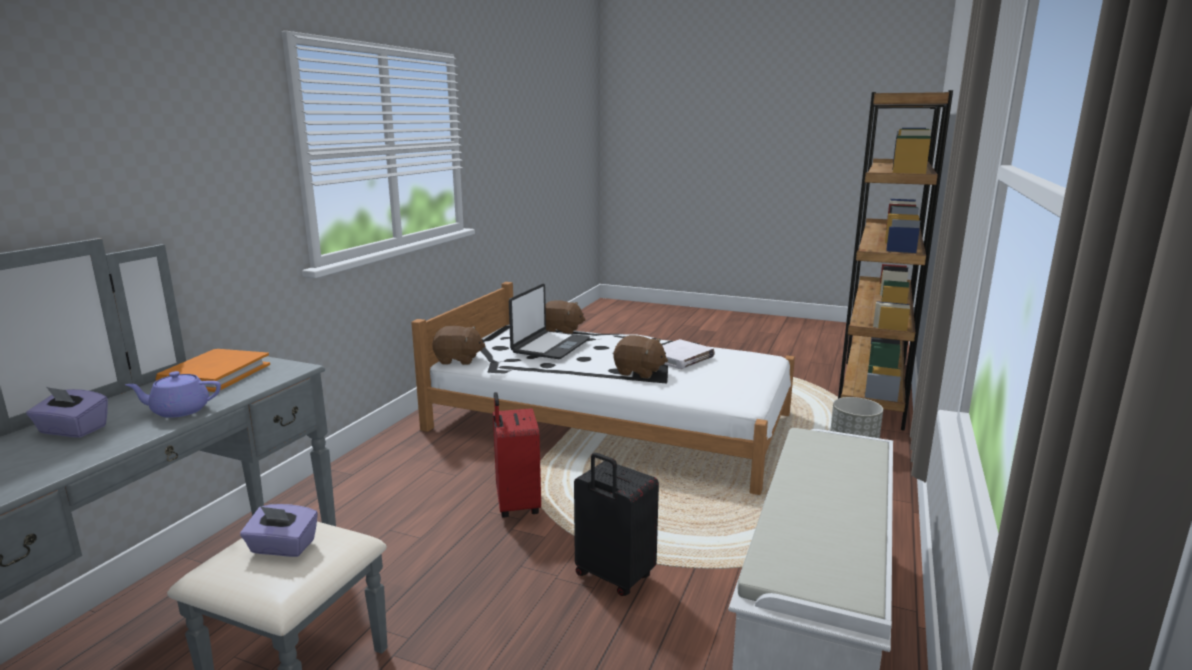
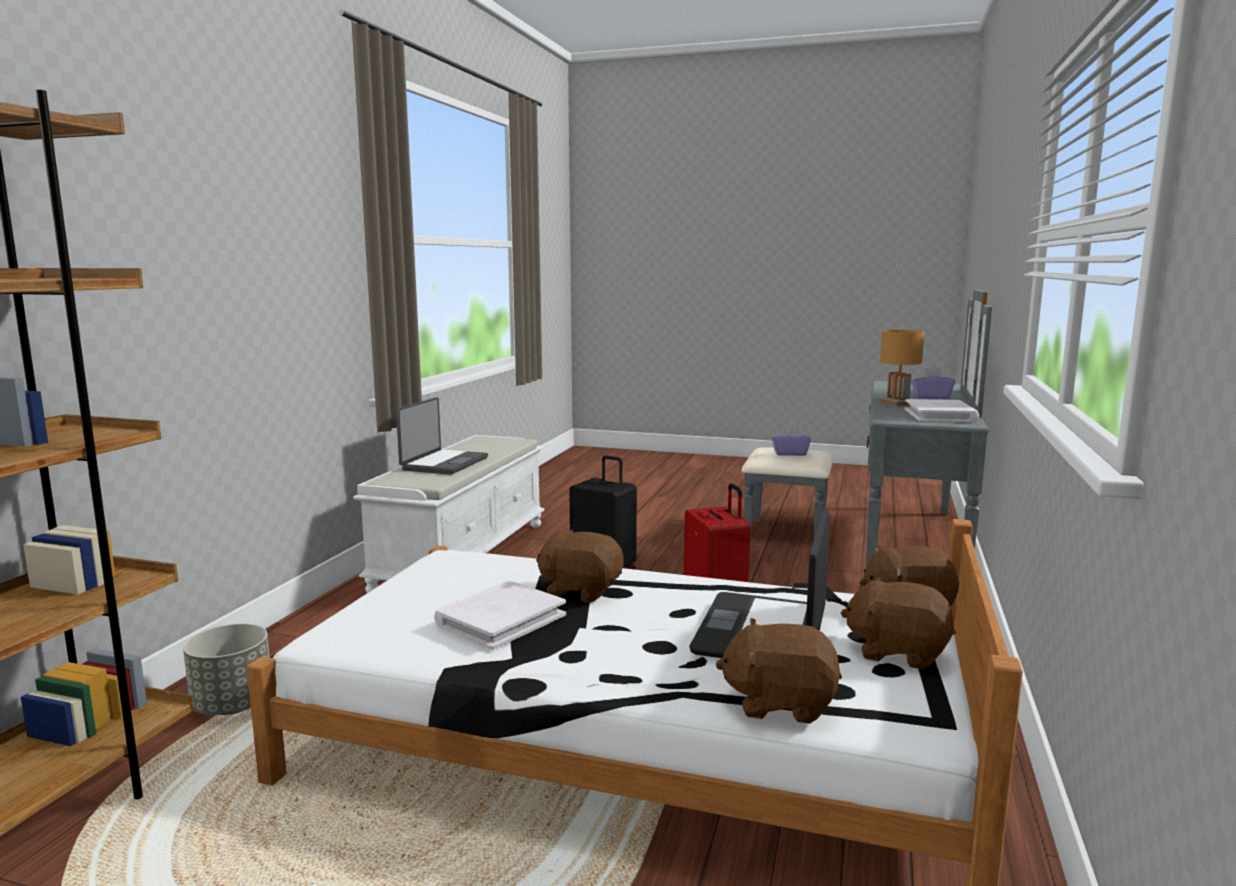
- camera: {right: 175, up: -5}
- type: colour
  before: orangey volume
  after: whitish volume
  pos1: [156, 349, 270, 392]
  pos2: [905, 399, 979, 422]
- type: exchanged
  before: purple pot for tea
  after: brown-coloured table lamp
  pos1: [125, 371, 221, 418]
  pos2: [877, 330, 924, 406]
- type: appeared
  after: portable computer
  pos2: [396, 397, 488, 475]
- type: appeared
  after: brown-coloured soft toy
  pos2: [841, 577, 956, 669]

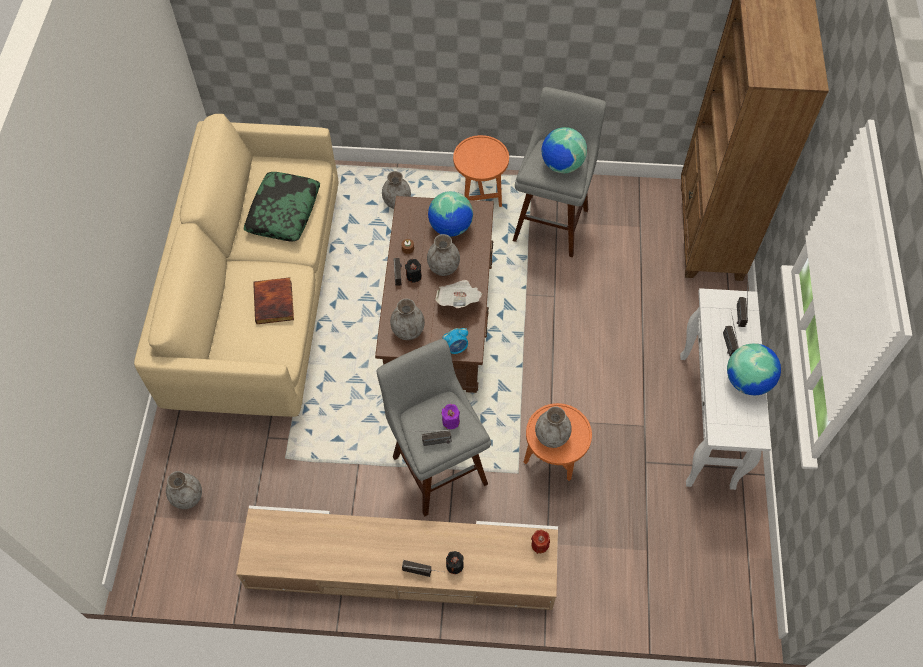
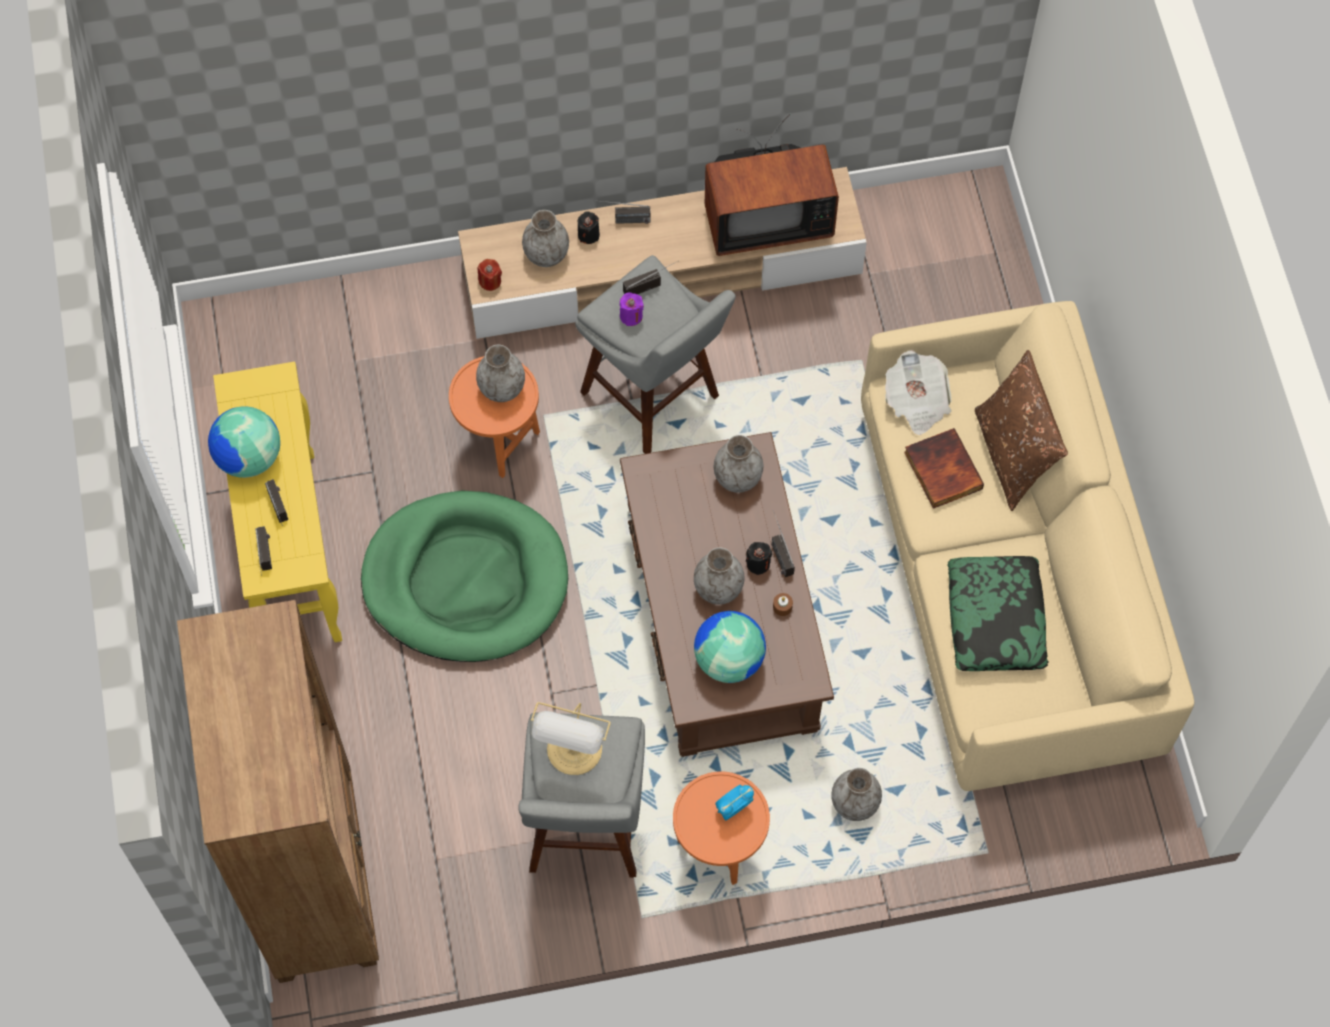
- camera: {right: 165, up: 5}
- type: exchanged
  before: globe
  after: table lamp
  pos1: [542, 127, 587, 173]
  pos2: [530, 702, 611, 775]
- type: relocated
  before: printed paper
  pos1: [435, 280, 483, 308]
  pos2: [885, 350, 952, 435]
- type: colour
  before: whitish narrow table
  after: yellowish narrow table
  pos1: [680, 288, 771, 490]
  pos2: [213, 362, 342, 642]
- type: relocated
  before: alarm clock
  pos1: [442, 328, 468, 354]
  pos2: [715, 785, 754, 821]
- type: relocated
  before: gray decorative vase
  pos1: [166, 471, 202, 509]
  pos2: [522, 210, 569, 267]
- type: appeared
  after: TV
  pos2: [705, 114, 839, 256]
- type: appeared
  after: brown-coloured cushion
  pos2: [975, 350, 1068, 511]
- type: appeared
  after: green dog cushion
  pos2: [361, 491, 568, 662]

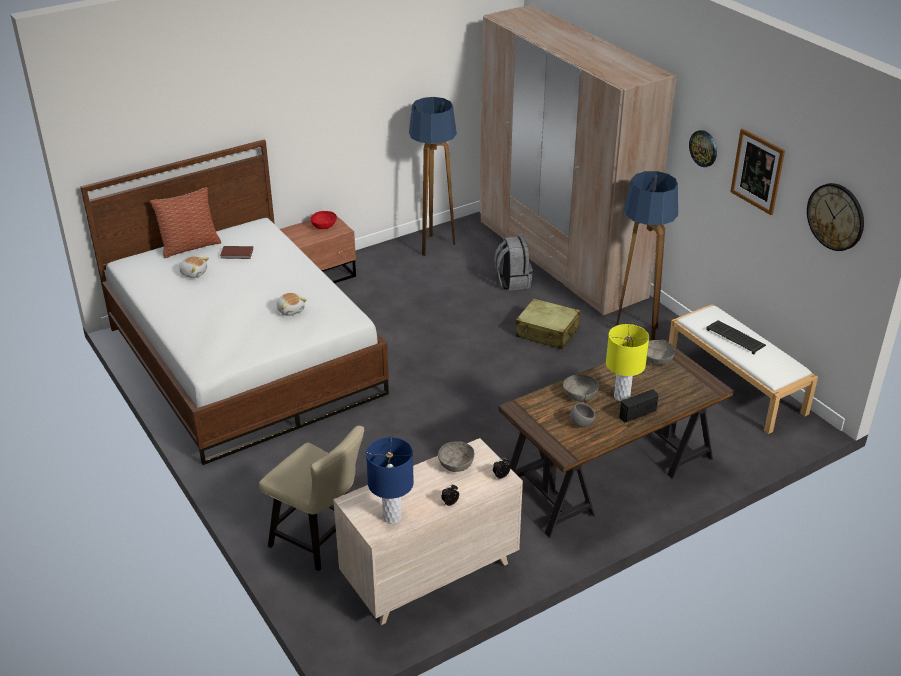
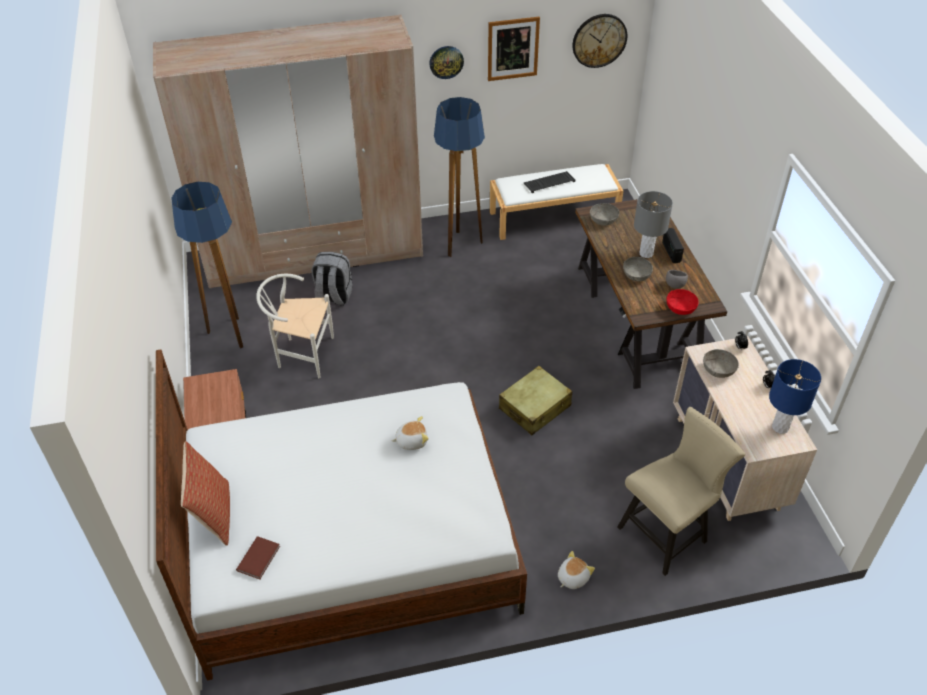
- camera: {right: -70, up: 10}
- type: relocated
  before: reddish serving bowl
  pos1: [311, 211, 337, 229]
  pos2: [666, 289, 699, 315]
- type: relocated
  before: brown-coloured volume
  pos1: [220, 246, 253, 259]
  pos2: [236, 536, 280, 579]
- type: relocated
  before: soft toy
  pos1: [179, 256, 209, 278]
  pos2: [558, 551, 595, 589]
- type: relocated
  before: beige piece of luggage
  pos1: [515, 298, 580, 349]
  pos2: [499, 366, 572, 435]
- type: colour
  before: yellowish table lamp
  after: gray table lamp
  pos1: [606, 324, 649, 401]
  pos2: [634, 191, 673, 258]
- type: appeared
  after: whitish upright chair
  pos2: [256, 274, 334, 378]

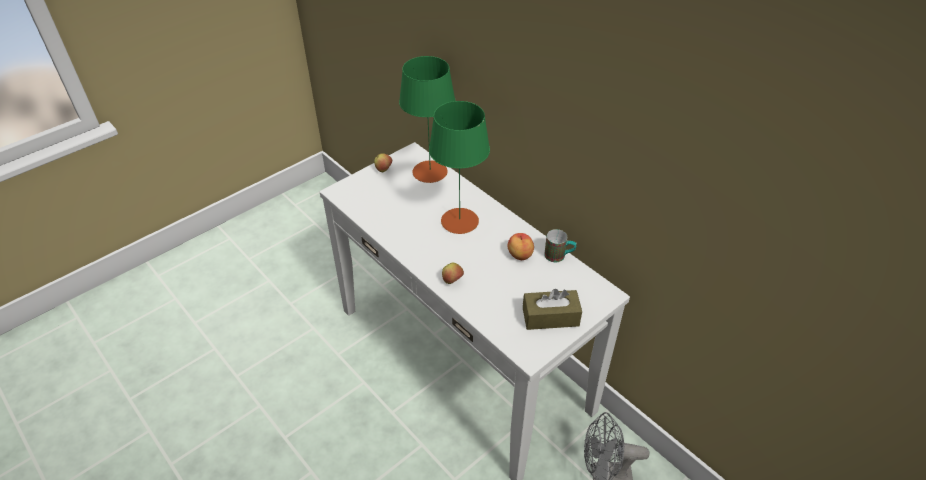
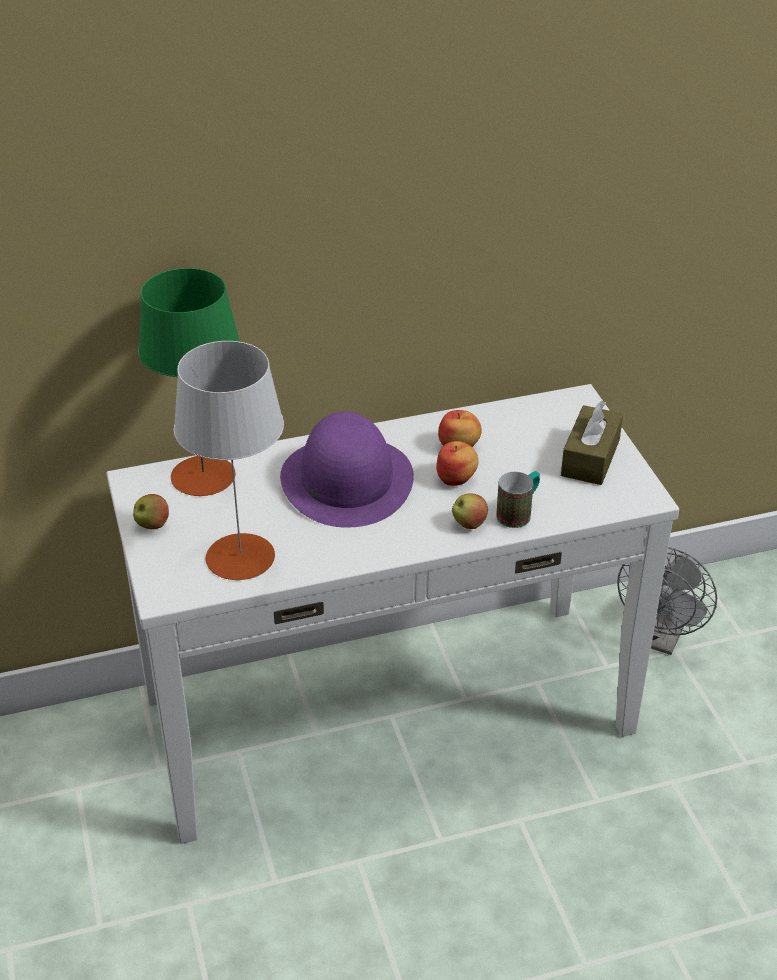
- camera: {right: -65, up: -5}
- type: exchanged
  before: green table lamp
  after: purple hat
  pos1: [429, 101, 490, 234]
  pos2: [280, 412, 414, 528]
- type: relocated
  before: tea mug
  pos1: [544, 229, 577, 262]
  pos2: [496, 471, 540, 528]
- type: appeared
  after: gray table lamp
  pos2: [174, 341, 284, 580]
- type: appeared
  after: apple fruit
  pos2: [436, 441, 479, 486]

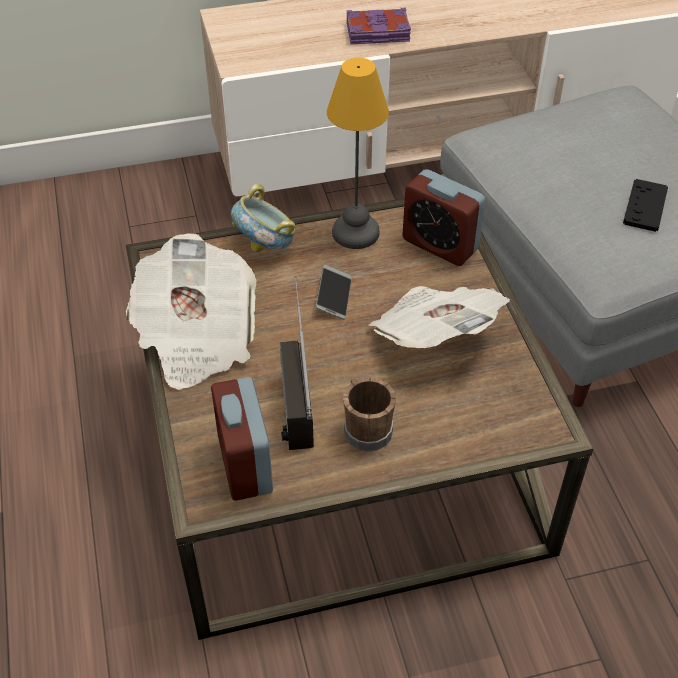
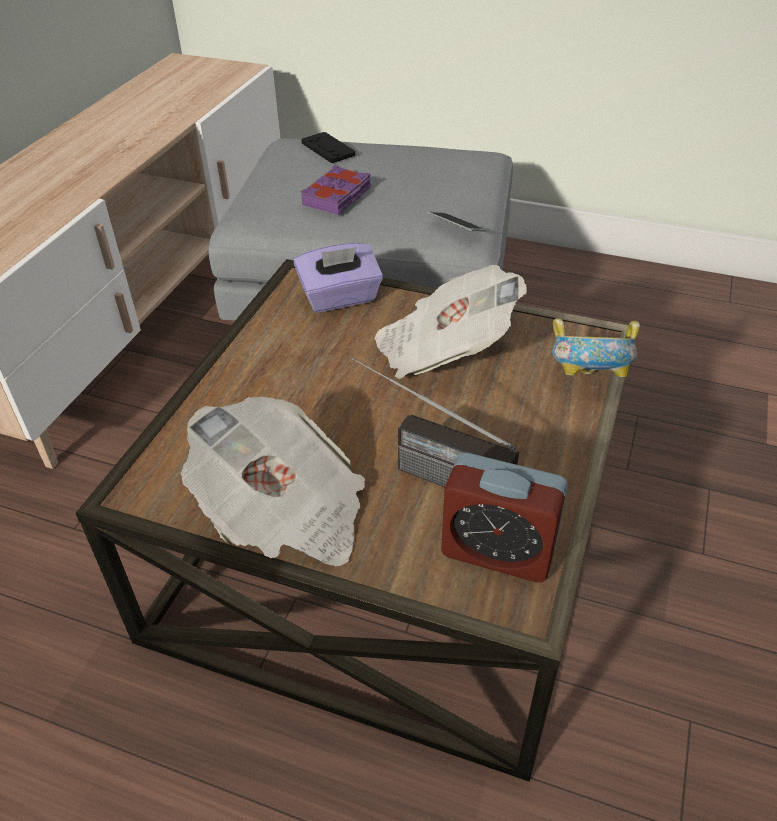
- camera: {right: -55, up: -5}
- type: relocated
  before: purple volume
  pos1: [347, 8, 411, 44]
  pos2: [301, 165, 371, 215]
- type: missing
  before: table lamp
  pos1: [327, 58, 389, 249]
- type: exchanged
  before: alarm clock
  after: purple box of tissues
  pos1: [403, 169, 486, 266]
  pos2: [293, 243, 383, 313]
- type: relocated
  before: black-coloured game controller
  pos1: [623, 179, 668, 232]
  pos2: [301, 132, 355, 163]
- type: relocated
  before: serving bowl
  pos1: [231, 184, 295, 252]
  pos2: [552, 318, 640, 377]
- type: relocated
  before: telephone
  pos1: [316, 265, 352, 320]
  pos2: [427, 211, 486, 231]
- type: missing
  before: brown-coloured tea mug
  pos1: [343, 377, 396, 452]

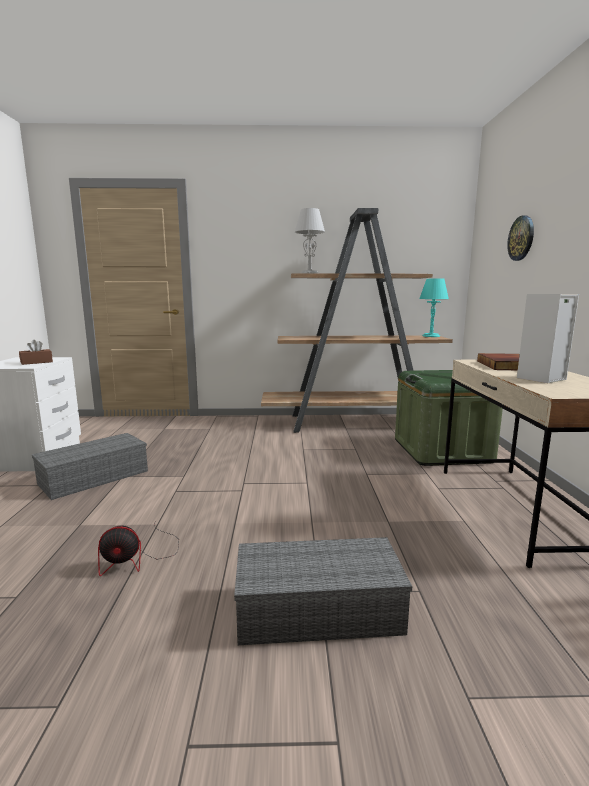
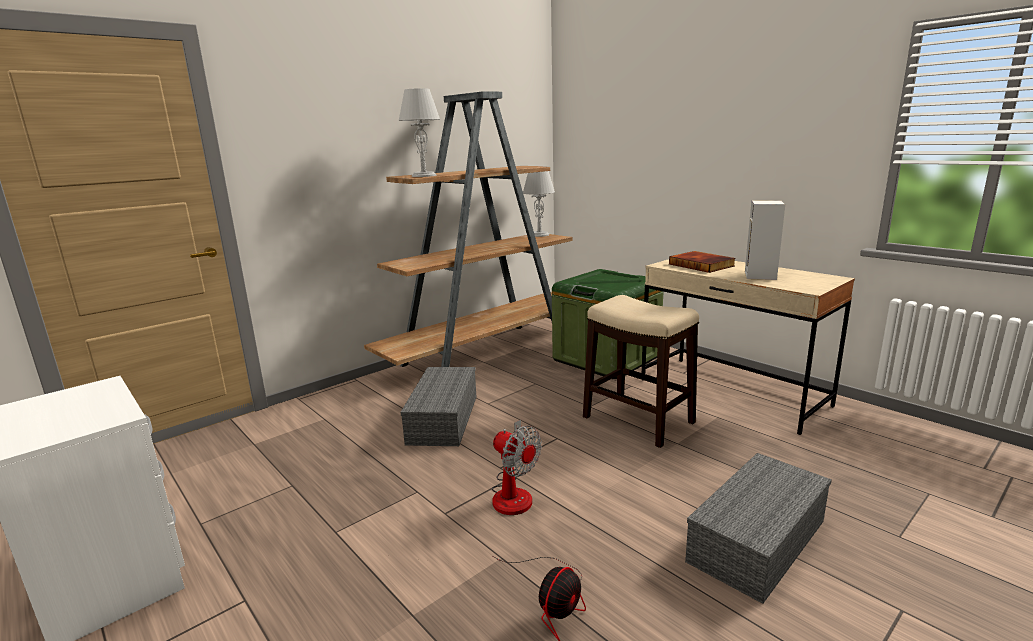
- camera: {right: -40, up: 5}
- type: missing
  before: clock on the wall
  pos1: [507, 216, 534, 261]
- type: colour
  before: blue-green table lamp
  after: gray table lamp
  pos1: [419, 278, 449, 337]
  pos2: [523, 171, 555, 237]
- type: missing
  before: brown-coloured box of tissues
  pos1: [19, 340, 53, 365]
- type: relocated
  before: gray storage box
  pos1: [32, 433, 148, 500]
  pos2: [401, 367, 476, 446]
- type: appeared
  after: stool
  pos2: [583, 295, 699, 448]
- type: appeared
  after: cooling fan
  pos2: [492, 419, 542, 515]

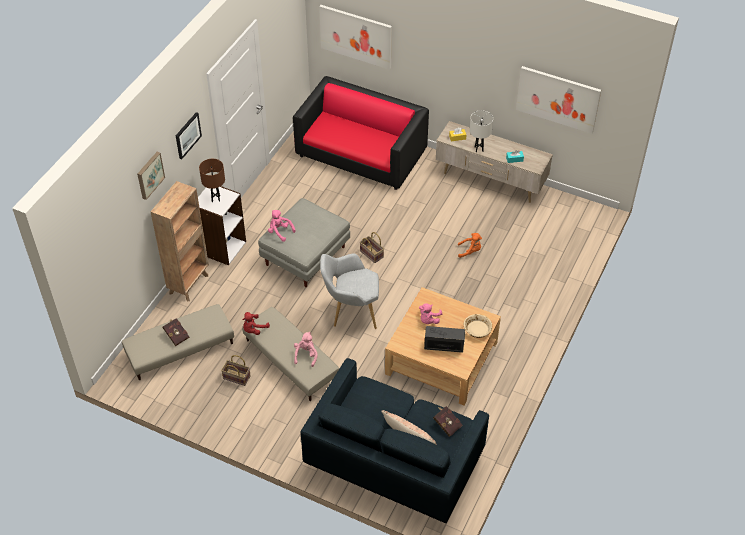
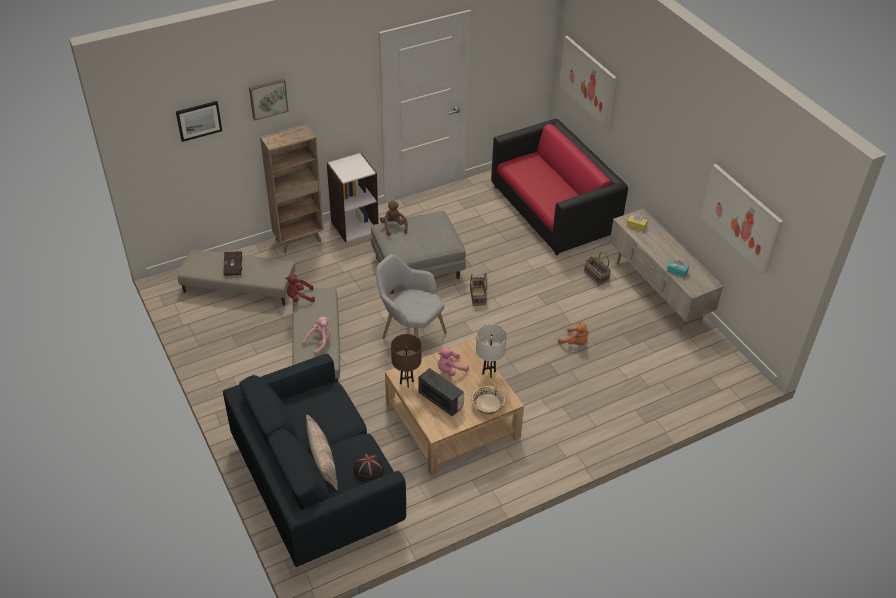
- camera: {right: 35, up: -5}
- type: relocated
  before: whitish table lamp
  pos1: [470, 110, 493, 152]
  pos2: [476, 324, 507, 378]
- type: relocated
  before: picture
  pos1: [176, 112, 202, 159]
  pos2: [176, 101, 222, 142]
- type: relocated
  before: brown-coloured table lamp
  pos1: [199, 159, 225, 202]
  pos2: [391, 334, 422, 388]
- type: colour
  before: pinkish soft toy
  after: brown-coloured soft toy
  pos1: [268, 210, 296, 242]
  pos2: [380, 200, 408, 236]
- type: relocated
  before: storage basket
  pos1: [221, 355, 251, 386]
  pos2: [584, 252, 611, 286]
- type: exchanged
  before: reddish volume
  after: black-coloured hat
  pos1: [433, 406, 463, 437]
  pos2: [353, 453, 384, 482]

